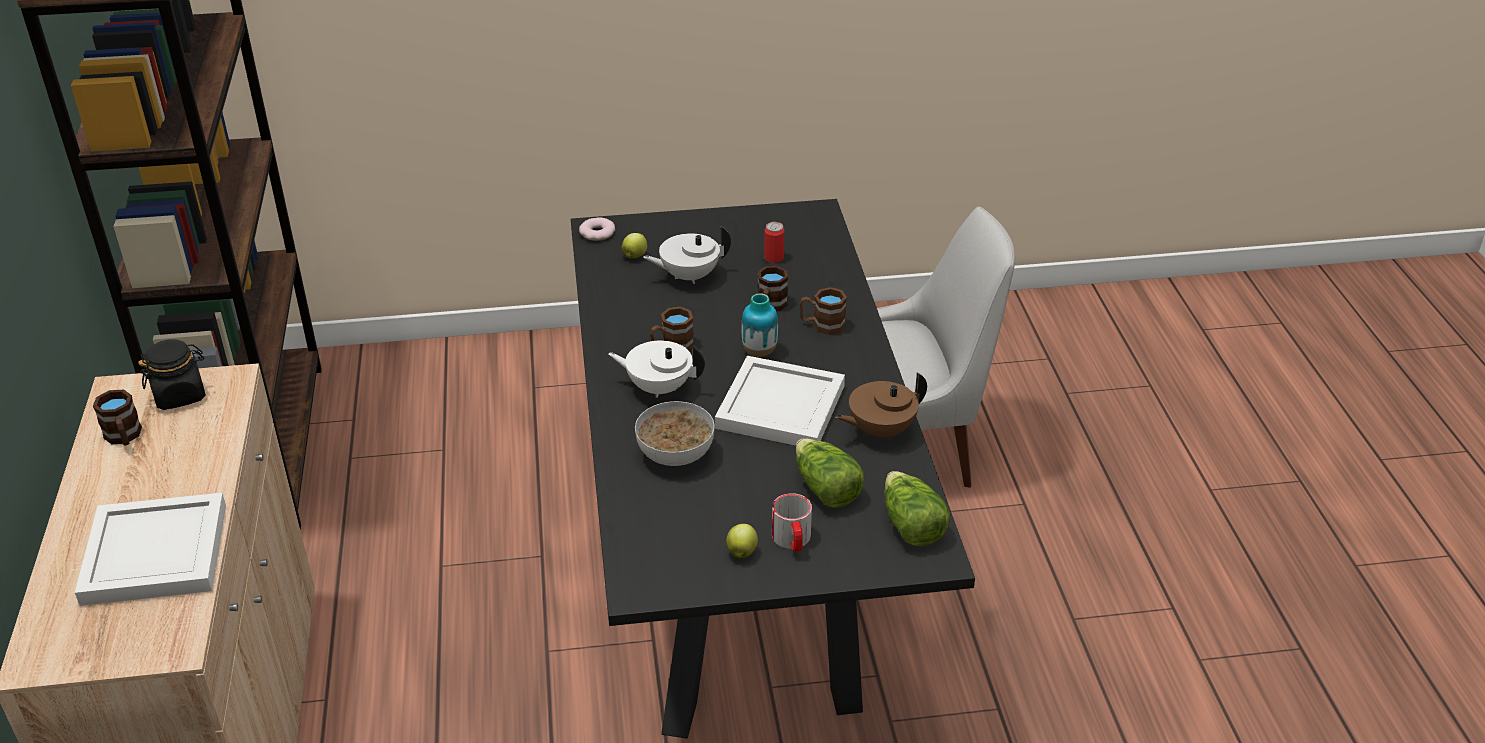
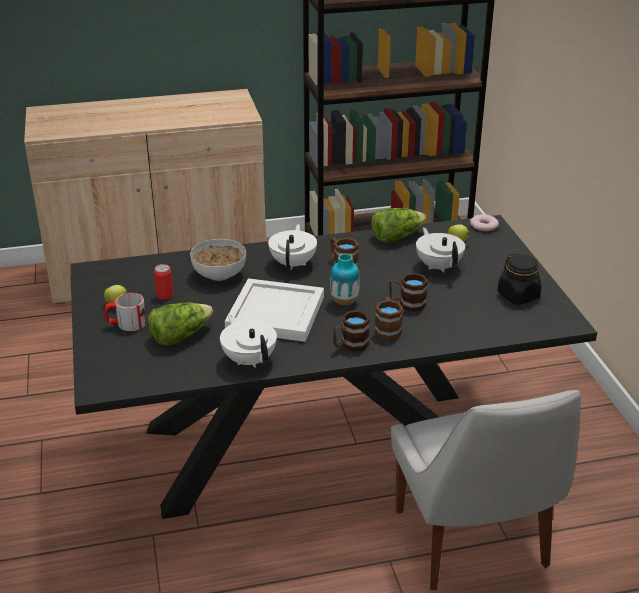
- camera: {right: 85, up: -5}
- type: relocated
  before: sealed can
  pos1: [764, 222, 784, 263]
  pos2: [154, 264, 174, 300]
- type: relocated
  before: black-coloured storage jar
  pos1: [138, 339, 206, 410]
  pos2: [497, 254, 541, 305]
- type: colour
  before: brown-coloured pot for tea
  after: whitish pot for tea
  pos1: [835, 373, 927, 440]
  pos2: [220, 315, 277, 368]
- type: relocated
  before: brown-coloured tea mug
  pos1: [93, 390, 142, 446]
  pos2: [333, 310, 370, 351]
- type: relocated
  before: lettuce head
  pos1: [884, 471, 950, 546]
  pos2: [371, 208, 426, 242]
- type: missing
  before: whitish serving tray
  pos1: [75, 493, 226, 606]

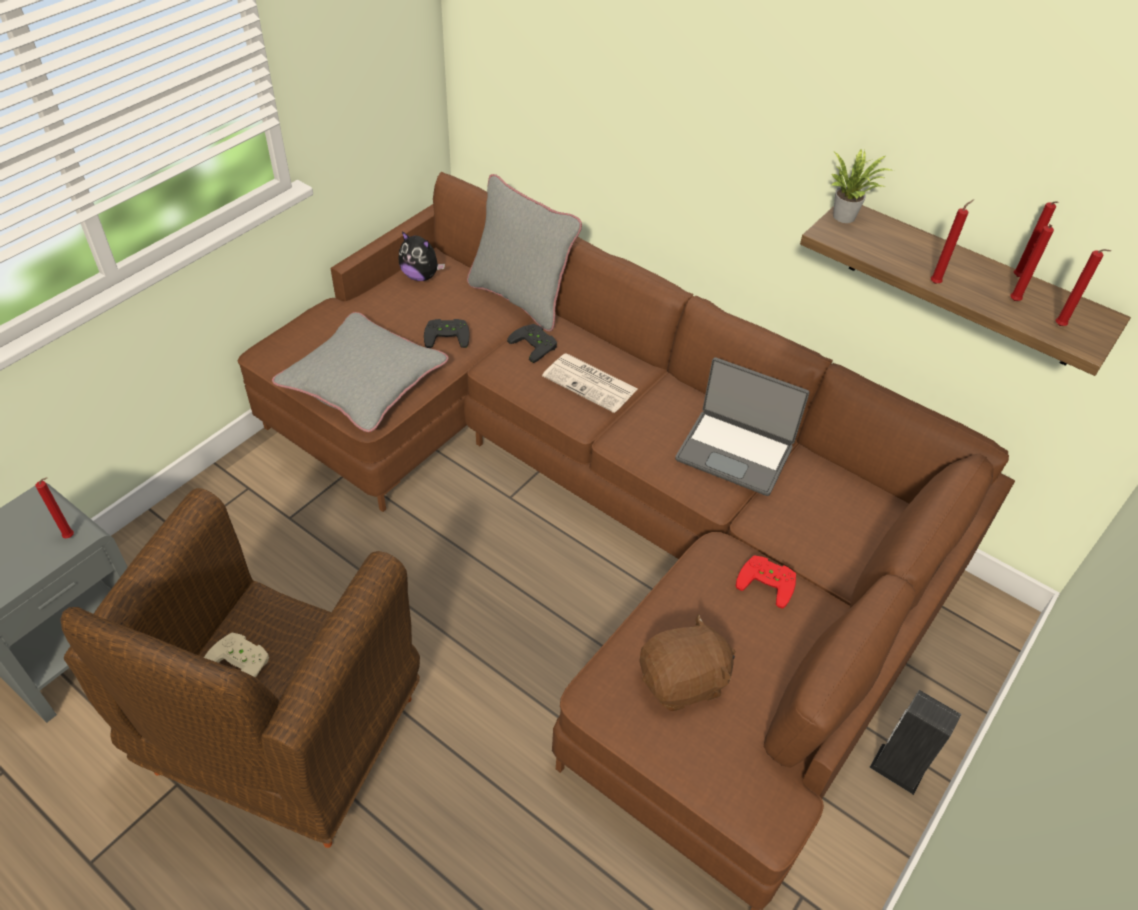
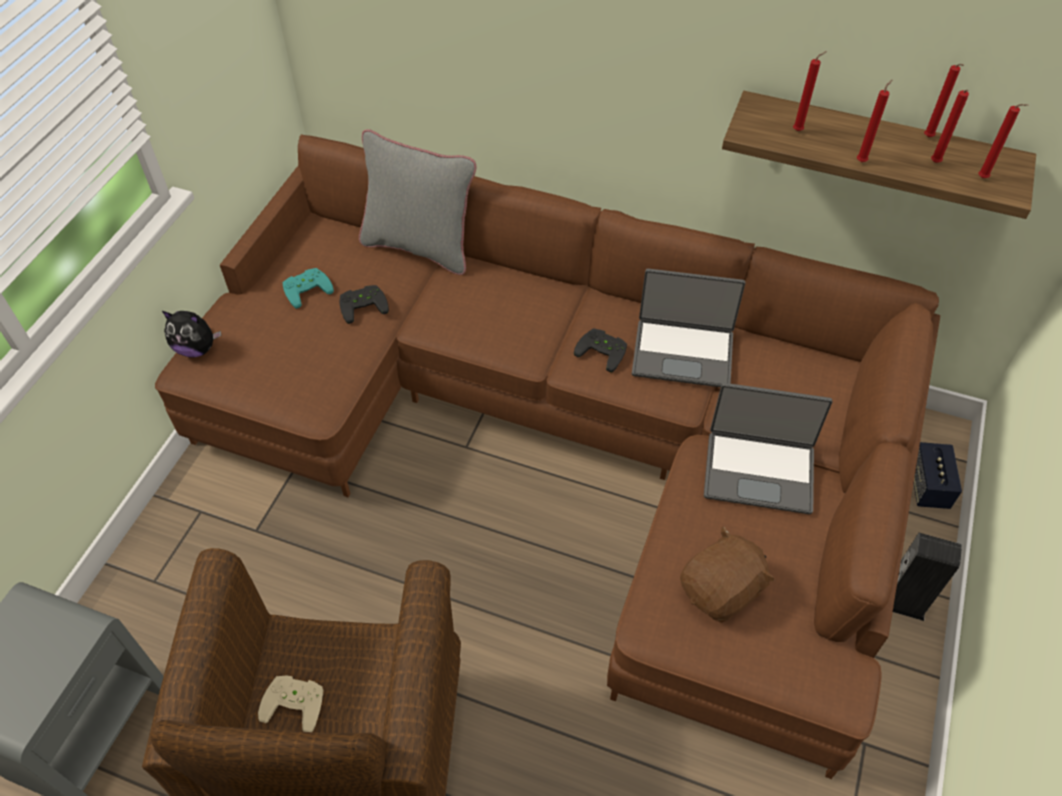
- camera: {right: -15, up: 5}
- type: missing
  before: houseplant
  pos1: [830, 148, 894, 223]
- type: relocated
  before: soft toy
  pos1: [398, 231, 445, 281]
  pos2: [162, 311, 221, 357]
- type: missing
  before: gray cushion
  pos1: [272, 312, 449, 432]
- type: relocated
  before: black-coloured game controller
  pos1: [507, 324, 557, 363]
  pos2: [574, 328, 627, 373]
- type: missing
  before: printed paper
  pos1: [542, 353, 637, 413]
- type: relocated
  before: reddish wax candle
  pos1: [35, 478, 74, 538]
  pos2: [793, 51, 827, 131]
- type: exchanged
  before: reddish game controller
  after: portable computer
  pos1: [736, 555, 796, 608]
  pos2: [704, 383, 832, 514]
- type: appeared
  after: blue-green game controller
  pos2: [283, 268, 334, 309]
- type: appeared
  after: audio speaker
  pos2: [913, 442, 962, 509]

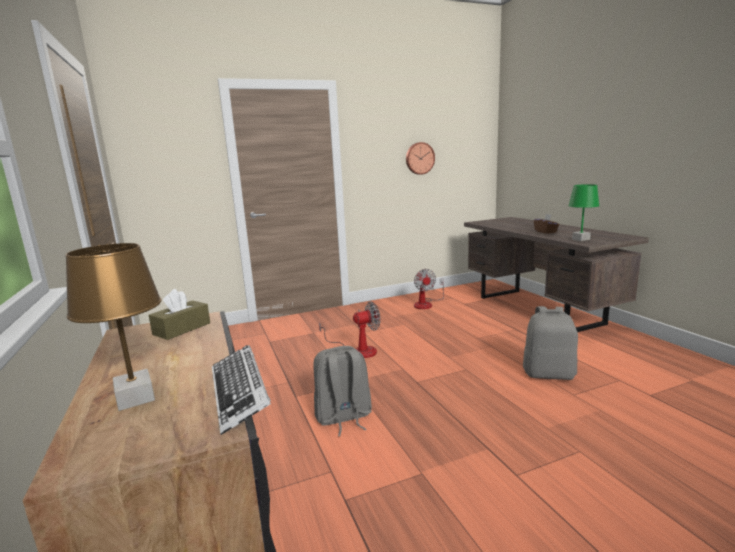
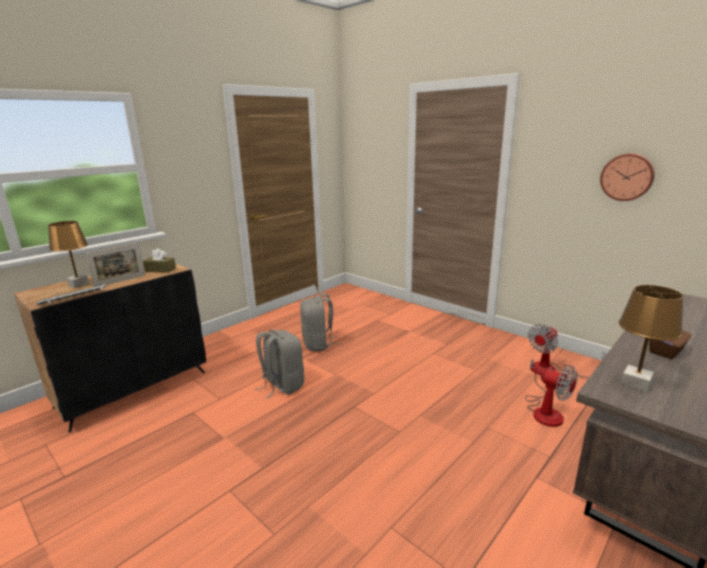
- camera: {right: 65, up: 5}
- type: colour
  before: green table lamp
  after: brown-coloured table lamp
  pos1: [568, 184, 600, 241]
  pos2: [619, 285, 683, 393]
- type: relocated
  before: cooling fan
  pos1: [319, 302, 380, 358]
  pos2: [525, 359, 578, 427]
- type: relocated
  before: gray backpack
  pos1: [523, 306, 578, 380]
  pos2: [300, 293, 340, 352]
- type: appeared
  after: photo frame
  pos2: [86, 243, 145, 286]

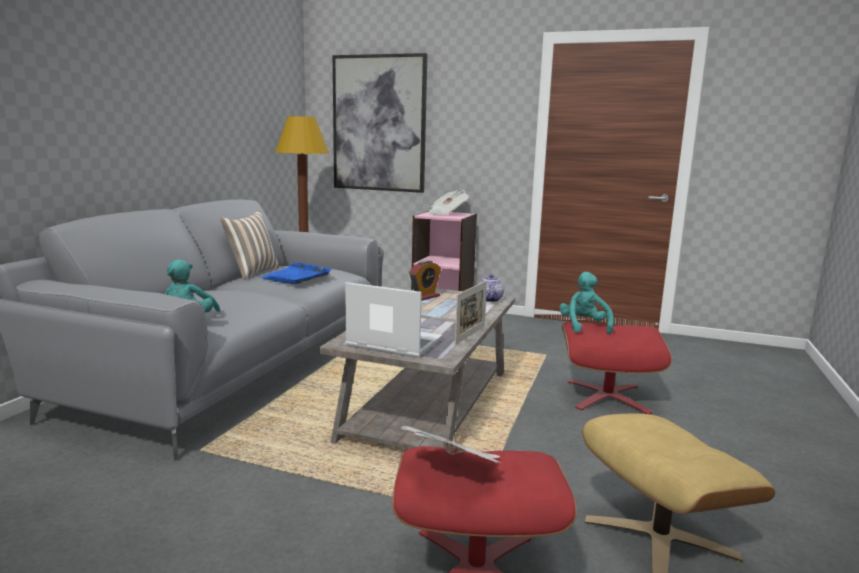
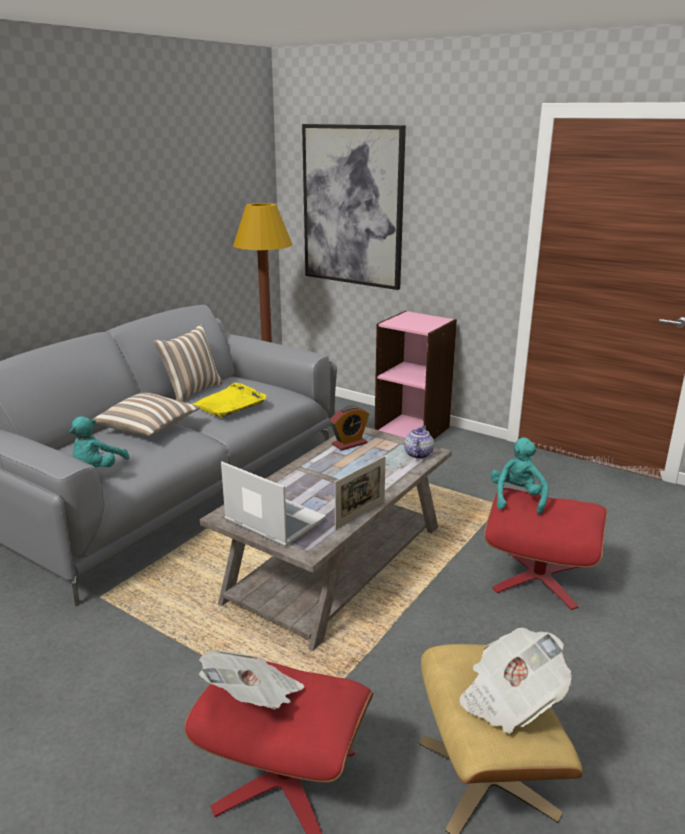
- camera: {right: 15, up: 10}
- type: relocated
  before: printed paper
  pos1: [426, 190, 469, 215]
  pos2: [459, 627, 572, 734]
- type: colour
  before: blue serving tray
  after: yellowish serving tray
  pos1: [259, 263, 332, 284]
  pos2: [192, 383, 267, 417]
- type: appeared
  after: cushion
  pos2: [94, 393, 200, 436]

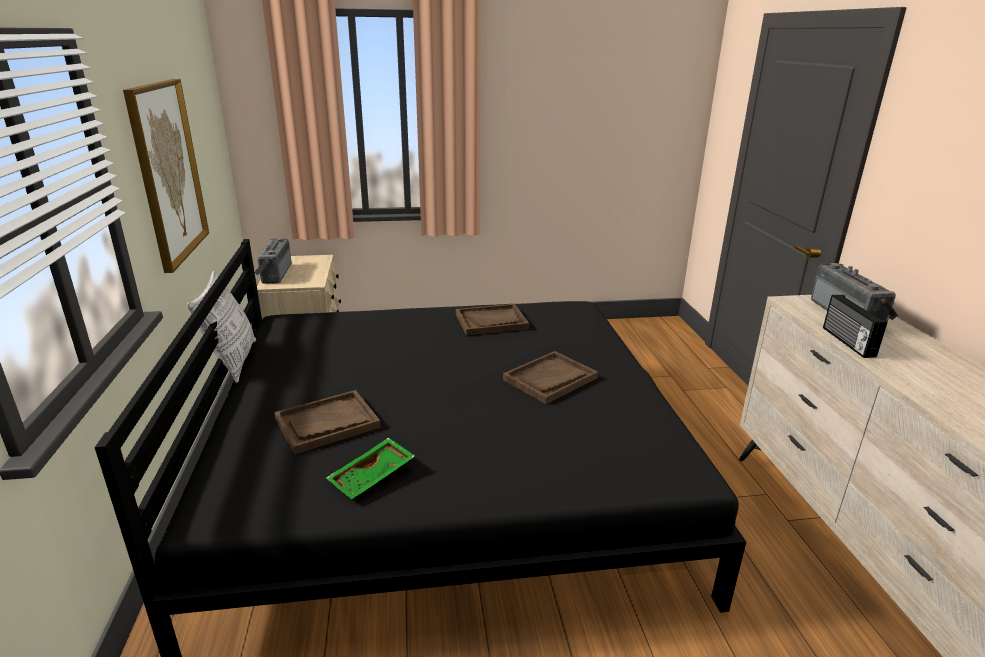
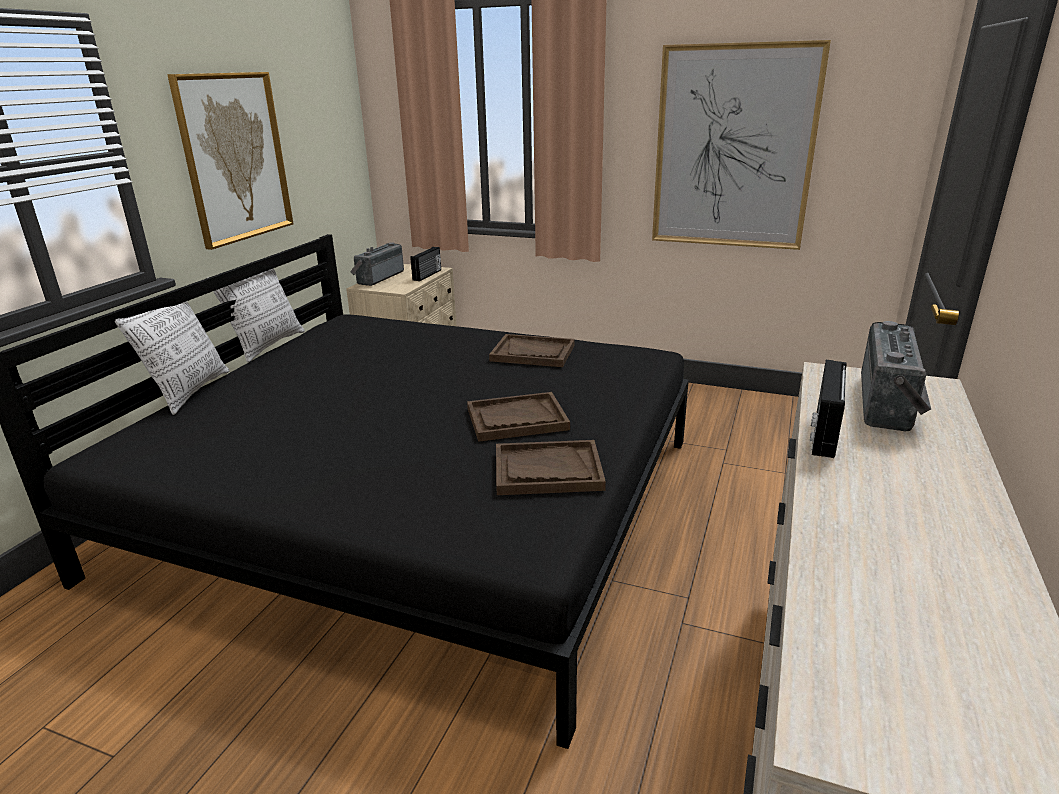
- camera: {right: 30, up: 0}
- type: relocated
  before: brown-coloured serving tray
  pos1: [274, 390, 381, 454]
  pos2: [496, 440, 606, 495]
- type: missing
  before: green serving tray
  pos1: [326, 438, 415, 499]
- type: appeared
  after: picture
  pos2: [652, 40, 831, 250]
- type: appeared
  after: radio set
  pos2: [410, 247, 441, 281]
- type: appeared
  after: cushion
  pos2: [115, 301, 229, 415]

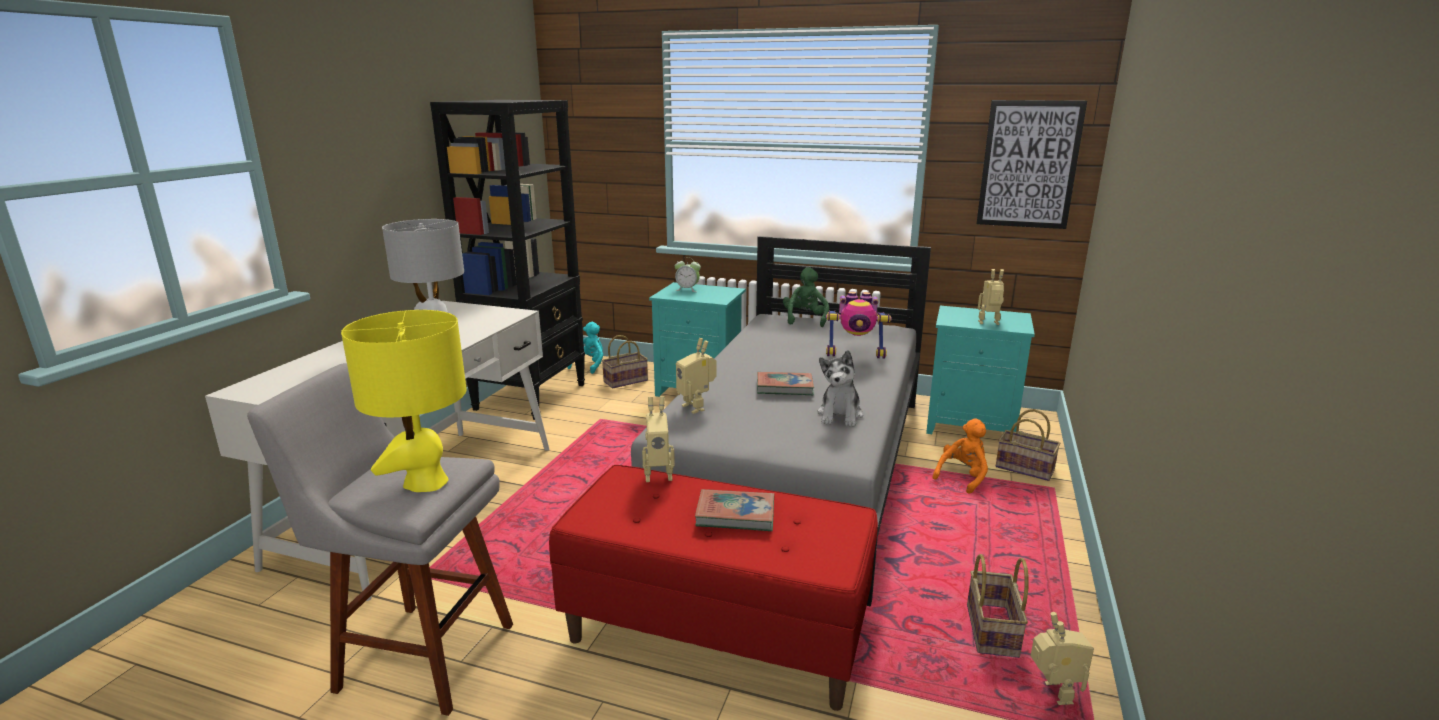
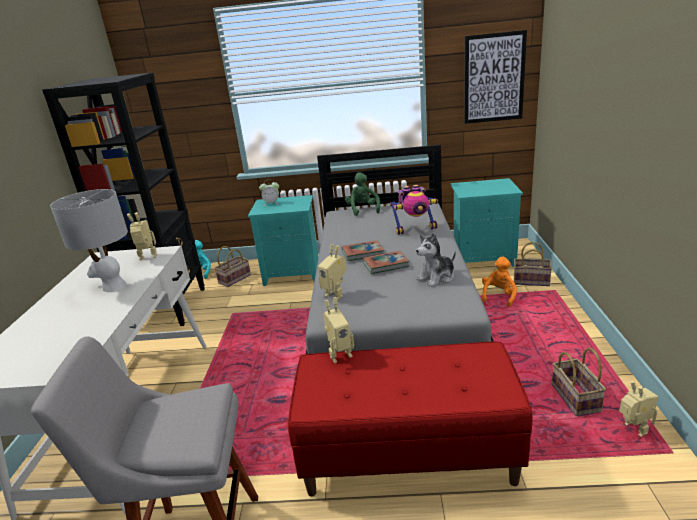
- camera: {right: -15, up: 5}
- type: relocated
  before: robot figure
  pos1: [978, 269, 1004, 325]
  pos2: [127, 212, 157, 260]
- type: missing
  before: yellowish table lamp
  pos1: [341, 310, 467, 492]
- type: spun
  before: soft toy
  pos1: [817, 350, 863, 427]
  pos2: [416, 233, 456, 287]
  turn: 60
- type: relocated
  before: volume
  pos1: [695, 489, 774, 531]
  pos2: [342, 240, 384, 261]

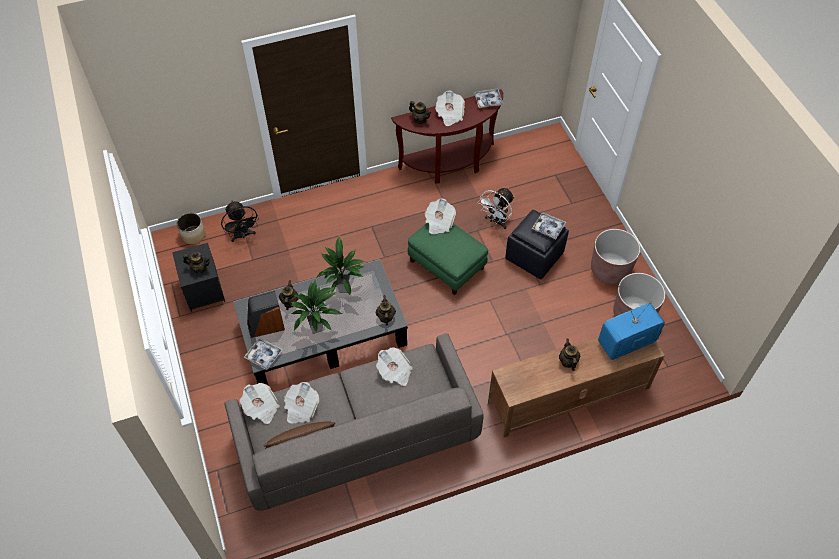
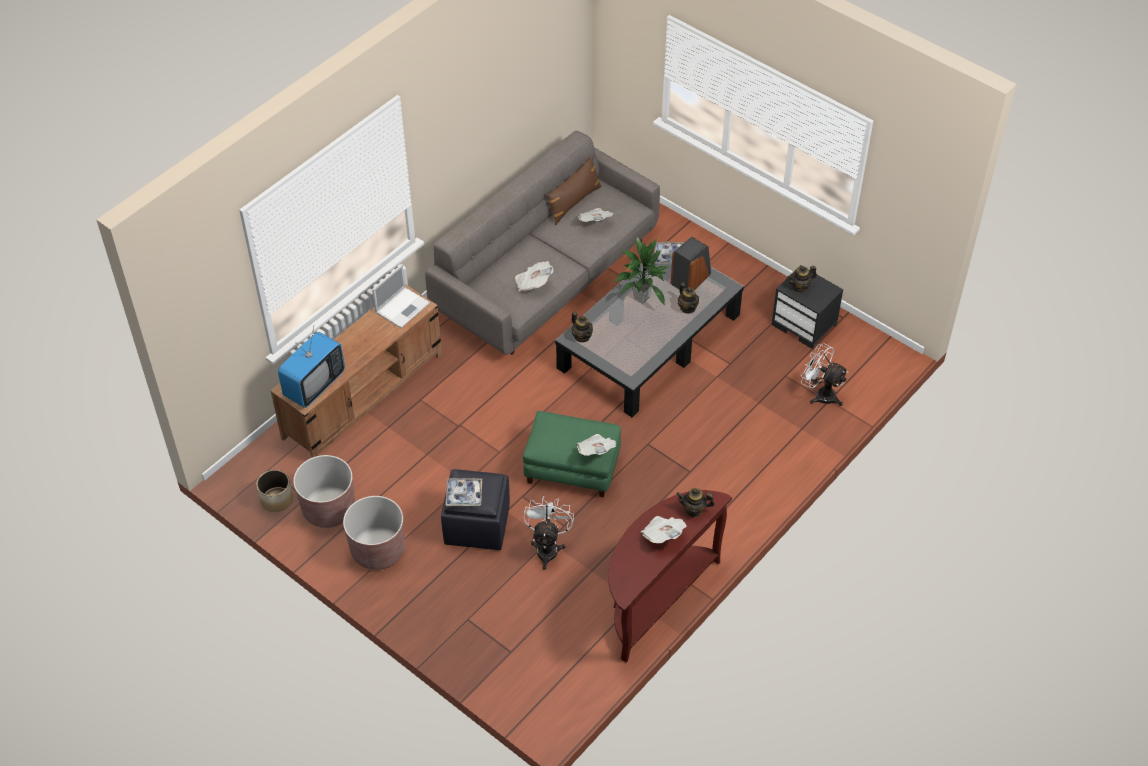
- camera: {right: 150, up: -5}
- type: missing
  before: serving tray
  pos1: [474, 89, 503, 108]
- type: colour
  before: black-coloured cooling fan
  after: whitish cooling fan
  pos1: [221, 201, 259, 242]
  pos2: [801, 343, 848, 406]
- type: relocated
  before: plant pot
  pos1: [177, 213, 205, 244]
  pos2: [257, 470, 293, 512]
- type: missing
  before: houseplant
  pos1: [316, 236, 366, 296]
- type: missing
  before: pot for tea
  pos1: [559, 338, 580, 371]
- type: missing
  before: printed paper
  pos1: [240, 383, 280, 424]
- type: appeared
  after: portable computer
  pos2: [372, 264, 430, 328]

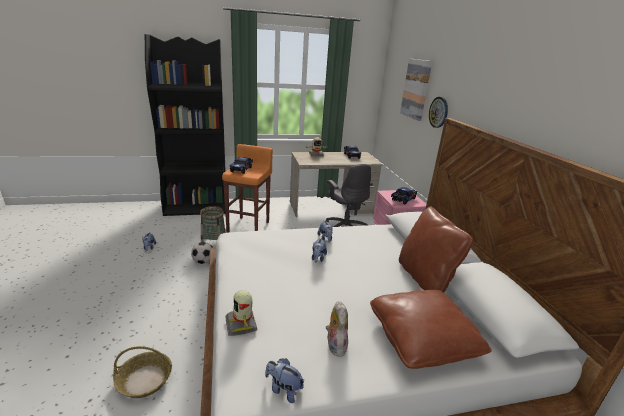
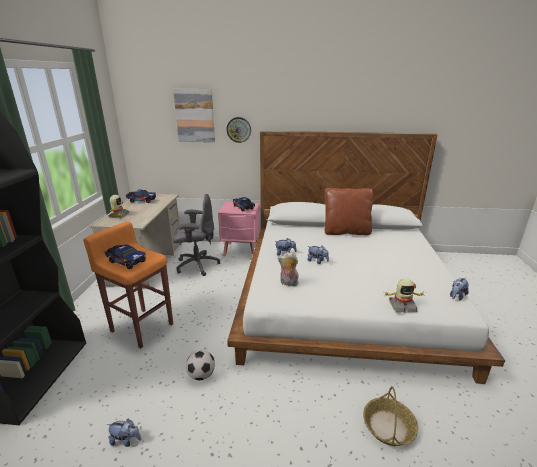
- camera: {right: -70, up: 0}
- type: missing
  before: storage basket
  pos1: [200, 206, 225, 242]
- type: missing
  before: brown-coloured cushion
  pos1: [370, 289, 492, 369]
- type: relocated
  before: soft toy
  pos1: [326, 301, 348, 357]
  pos2: [278, 252, 299, 286]

